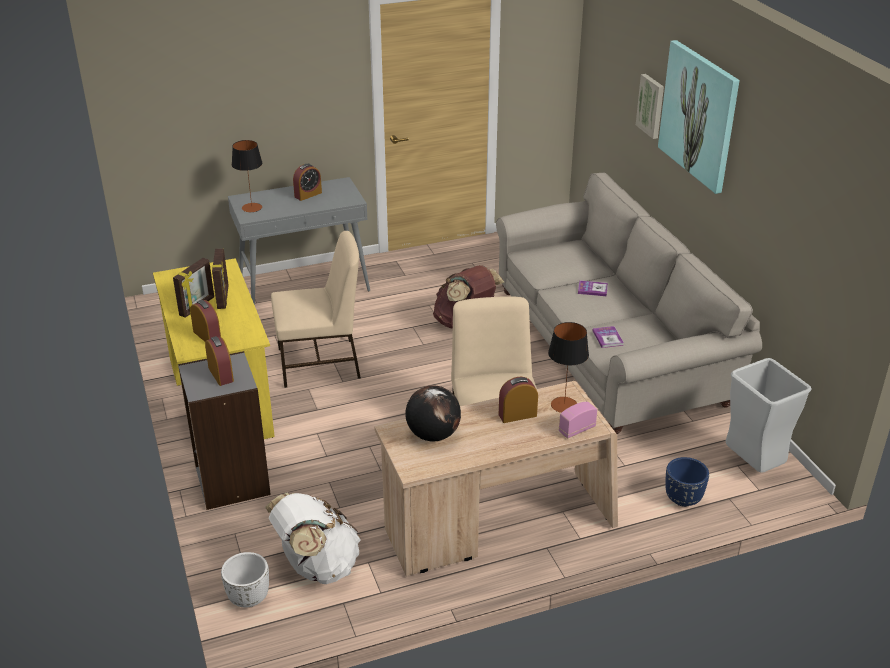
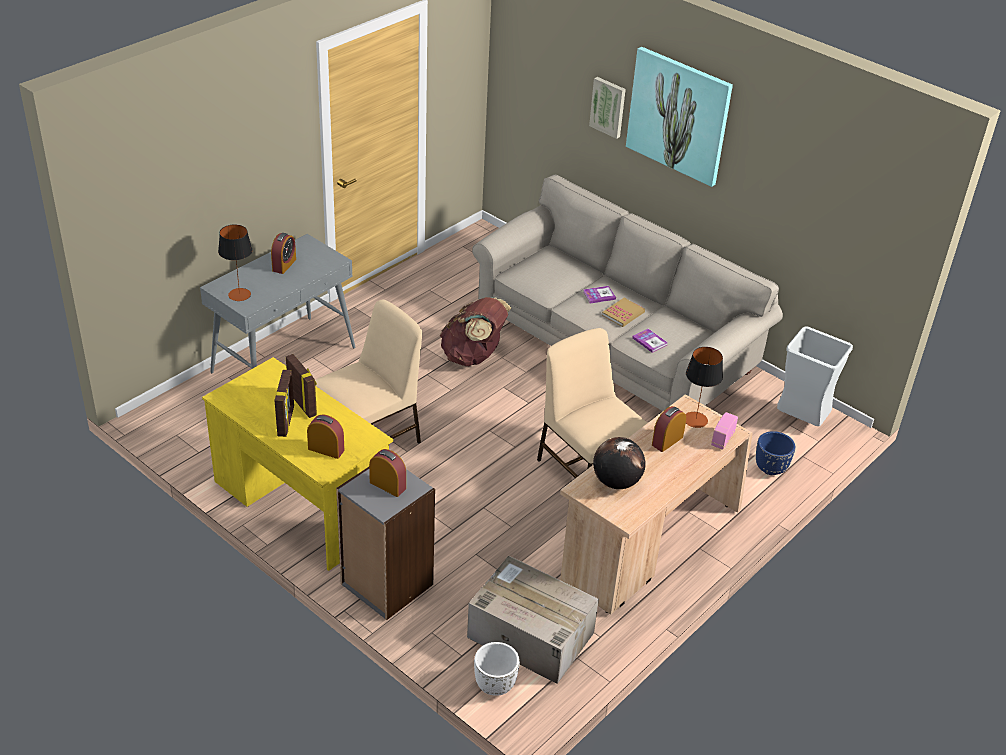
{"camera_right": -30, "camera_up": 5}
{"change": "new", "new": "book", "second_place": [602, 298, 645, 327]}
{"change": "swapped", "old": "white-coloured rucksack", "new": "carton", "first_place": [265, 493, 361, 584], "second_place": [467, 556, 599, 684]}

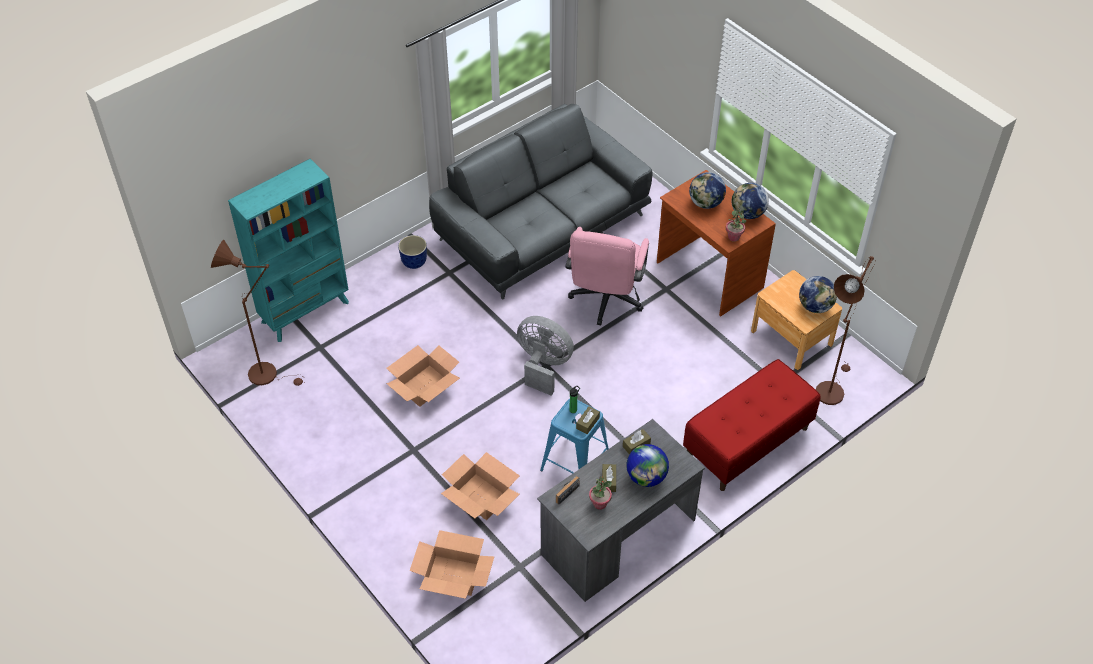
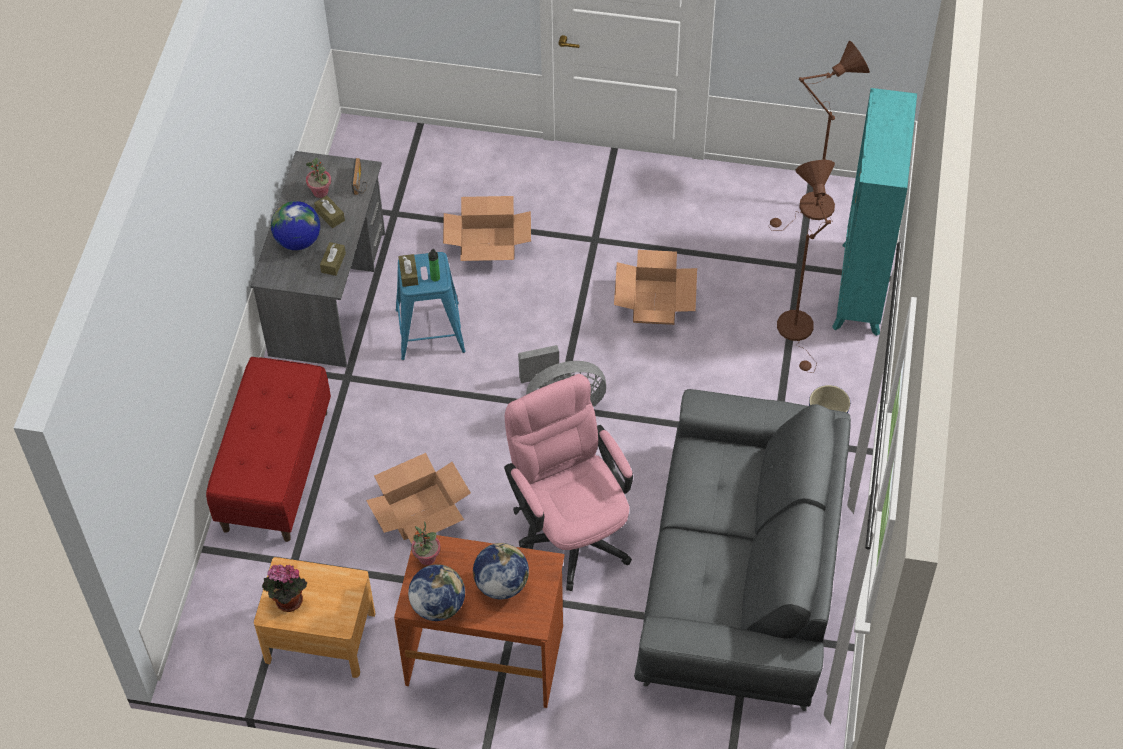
{"camera_right": 140, "camera_up": 5}
{"change": "shifted", "old": "carton", "first_place": [410, 530, 494, 599], "second_place": [366, 453, 471, 543]}
{"change": "shifted", "old": "brown-coloured standard lamp", "first_place": [816, 256, 876, 405], "second_place": [777, 160, 835, 373]}
{"change": "swapped", "old": "world globe", "new": "plant in a pot", "first_place": [799, 276, 837, 313], "second_place": [262, 565, 307, 612]}

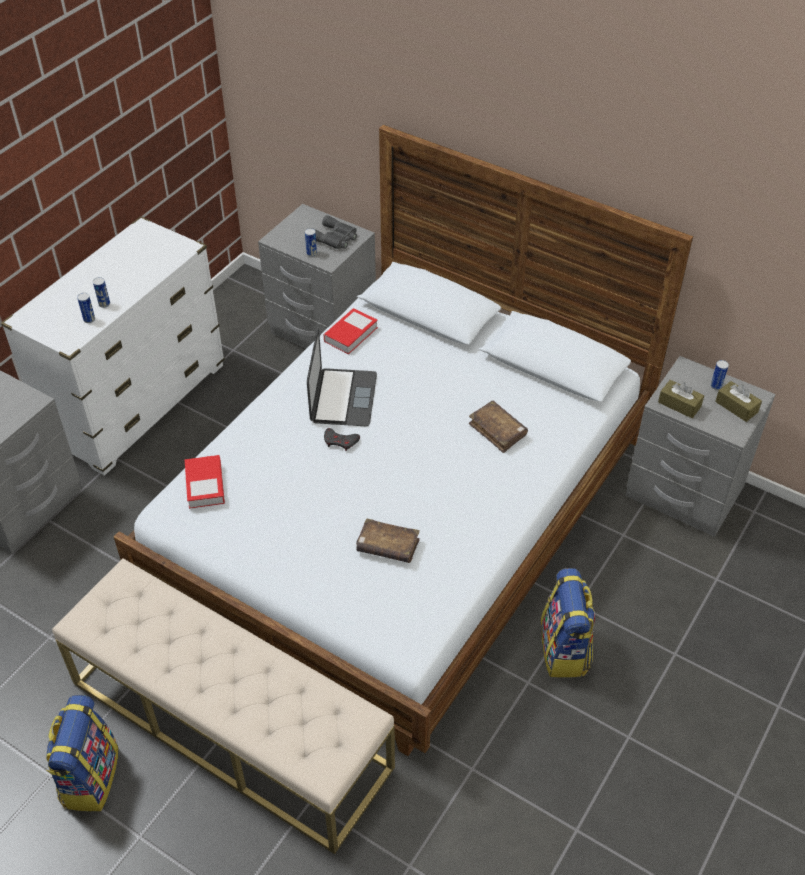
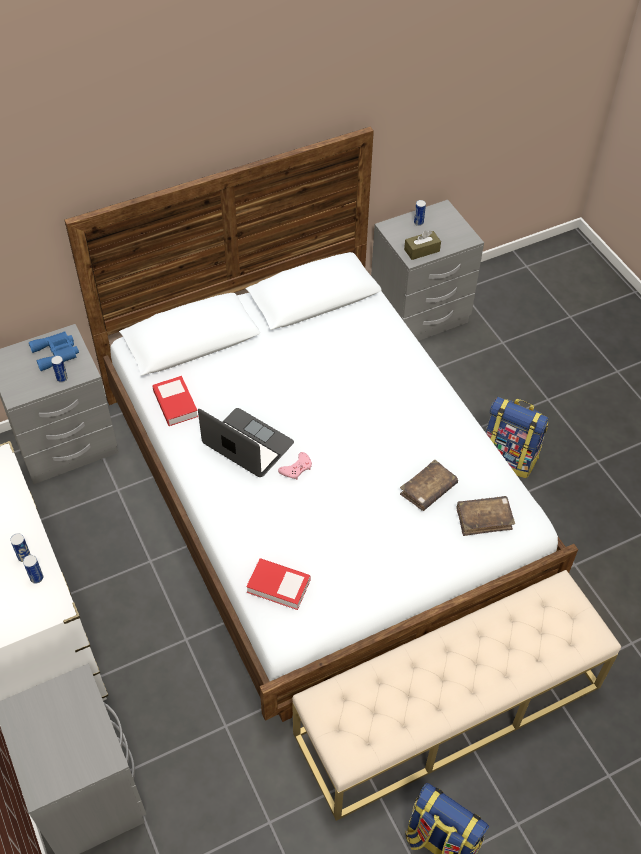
{"camera_right": -60, "camera_up": 5}
{"change": "gone", "old": "brown-coloured box of tissues", "first_place": [715, 381, 762, 422]}
{"change": "shifted", "old": "brown-coloured book", "first_place": [469, 401, 528, 453], "second_place": [456, 496, 515, 536]}
{"change": "repainted", "old": "greyish field glasses", "new": "bluish field glasses", "first_place": [312, 215, 357, 249], "second_place": [29, 331, 79, 371]}
{"change": "repainted", "old": "greyish gamepad", "new": "pink gamepad", "first_place": [324, 428, 360, 451], "second_place": [278, 452, 312, 480]}

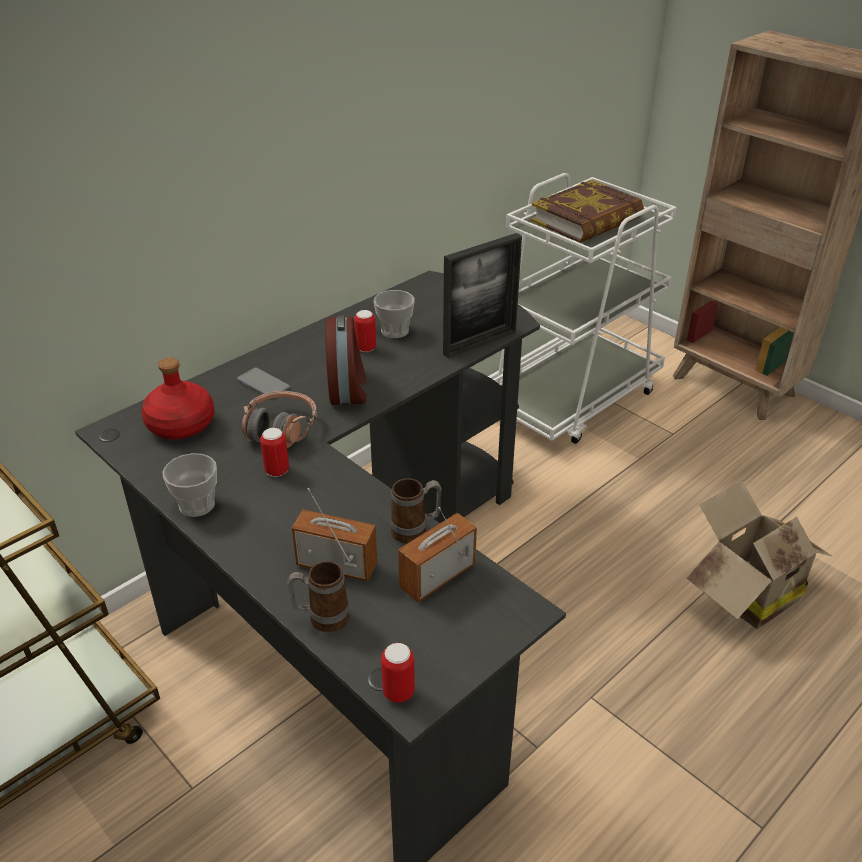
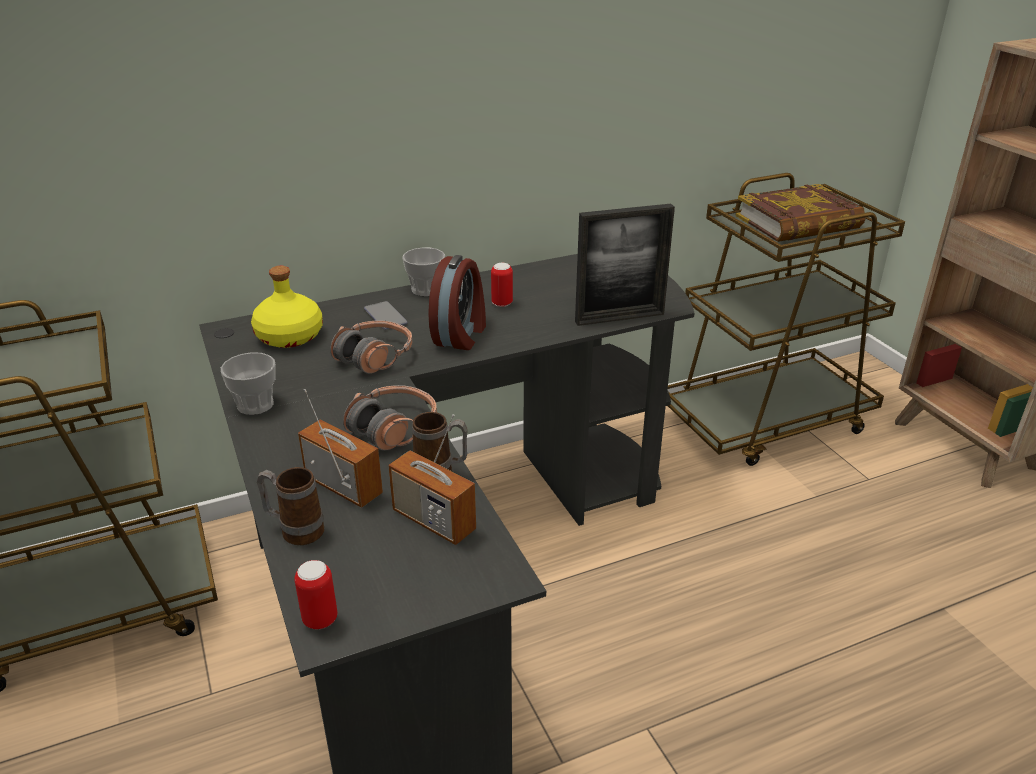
{"camera_right": 20, "camera_up": -5}
{"change": "gone", "old": "can", "first_place": [260, 428, 289, 477]}
{"change": "gone", "old": "carton", "first_place": [687, 480, 832, 629]}
{"change": "new", "new": "headphones", "second_place": [343, 385, 437, 451]}
{"change": "shifted", "old": "drinking cup", "first_place": [374, 290, 415, 338], "second_place": [402, 247, 445, 296]}
{"change": "repainted", "old": "red-coloured bottle", "new": "yellow-coloured bottle", "first_place": [141, 358, 215, 439], "second_place": [251, 266, 323, 348]}
{"change": "repainted", "old": "white-coloured wheeled cart", "new": "brown-coloured wheeled cart", "first_place": [493, 173, 677, 444], "second_place": [668, 173, 905, 466]}
{"change": "rotated", "old": "radio set", "first_place": [398, 507, 477, 602], "second_place": [388, 414, 476, 545], "degrees": -120}

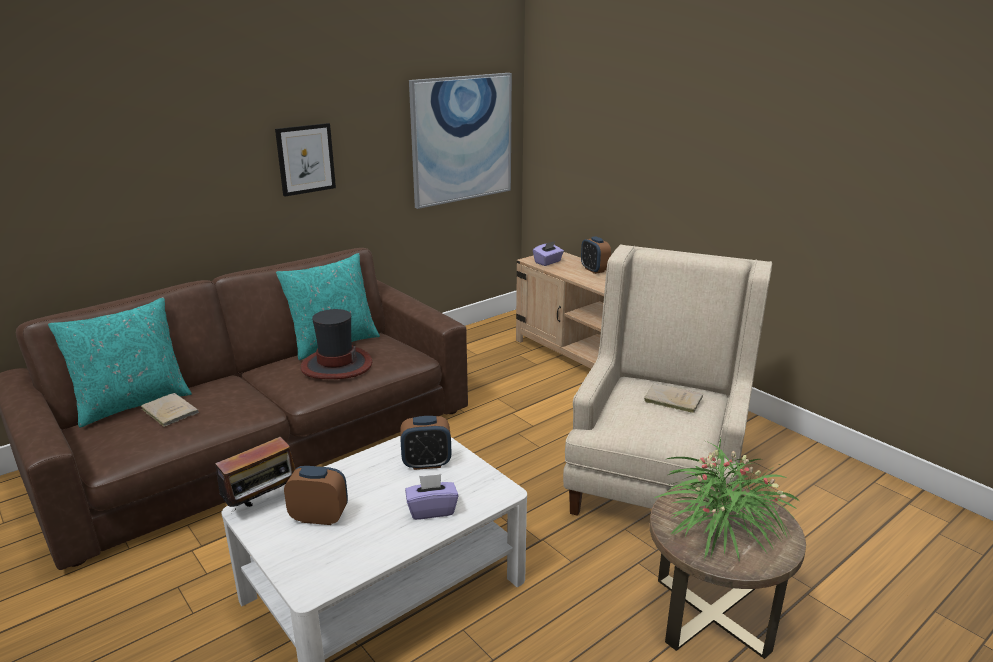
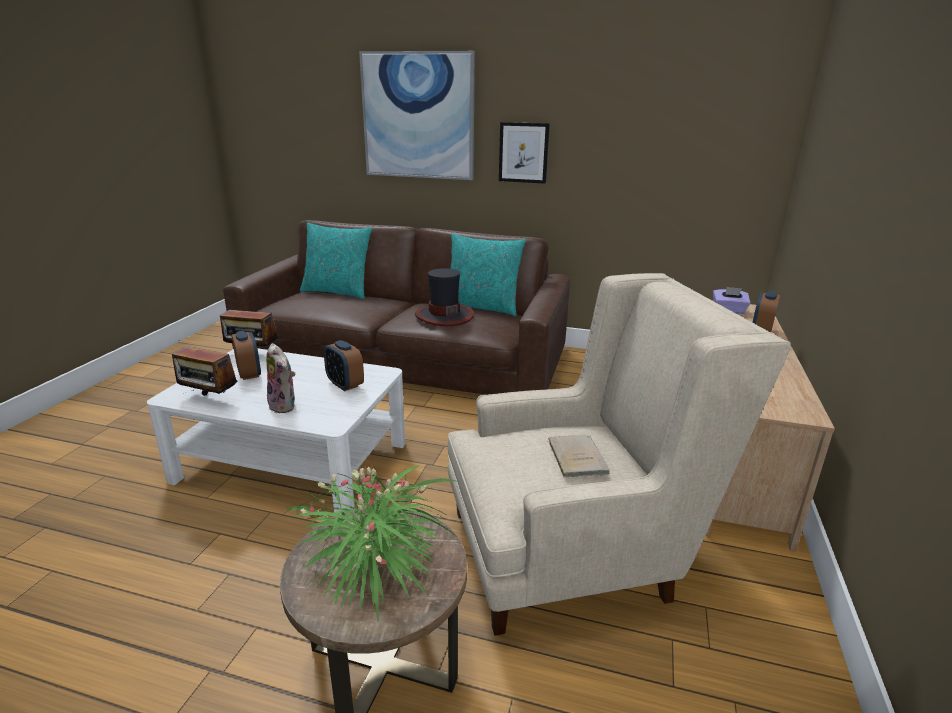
{"camera_right": 55, "camera_up": 0}
{"change": "gone", "old": "beige-coloured book", "first_place": [140, 393, 199, 427]}
{"change": "new", "new": "radio set", "second_place": [172, 340, 237, 396]}
{"change": "shifted", "old": "wall art", "first_place": [409, 73, 512, 209], "second_place": [359, 51, 475, 180]}
{"change": "swapped", "old": "purple box of tissues", "new": "cuddly toy", "first_place": [405, 474, 458, 520], "second_place": [266, 343, 295, 413]}

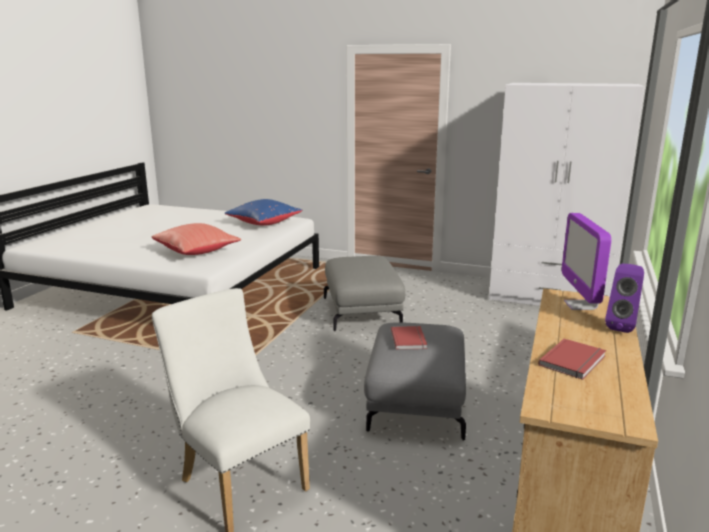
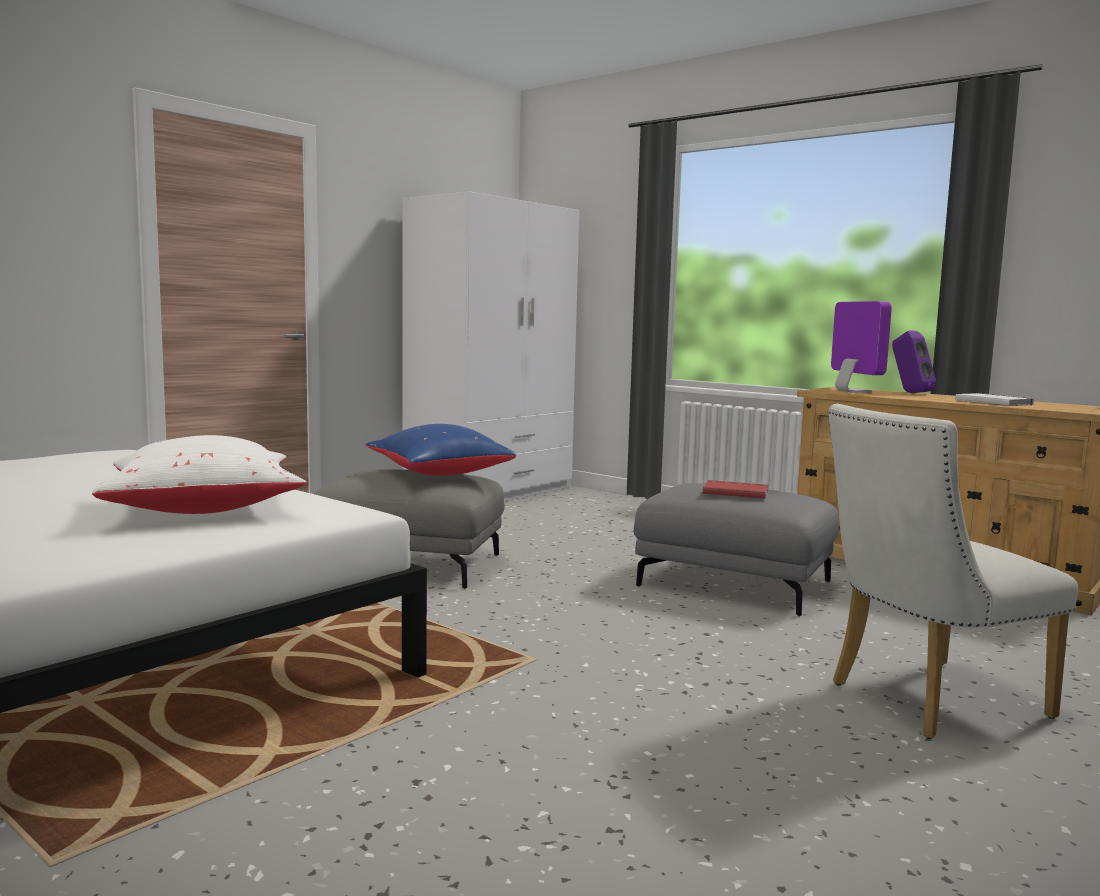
{"camera_right": -70, "camera_up": -10}
{"change": "shifted", "old": "bluish pillow", "first_place": [225, 199, 303, 226], "second_place": [366, 424, 516, 476]}
{"change": "repainted", "old": "red-coloured pillow", "new": "white-coloured pillow", "first_place": [151, 223, 241, 255], "second_place": [92, 435, 306, 514]}
{"change": "repainted", "old": "red-coloured book", "new": "white-coloured book", "first_place": [538, 338, 606, 380], "second_place": [955, 393, 1035, 406]}
{"change": "rotated", "old": "computer screen", "first_place": [562, 213, 611, 310], "second_place": [831, 301, 892, 393], "degrees": -120}

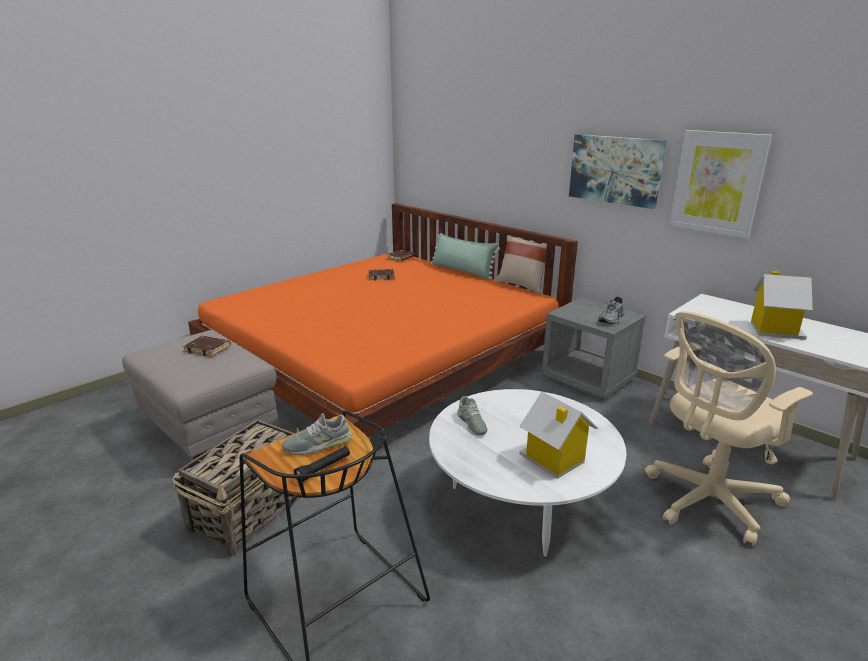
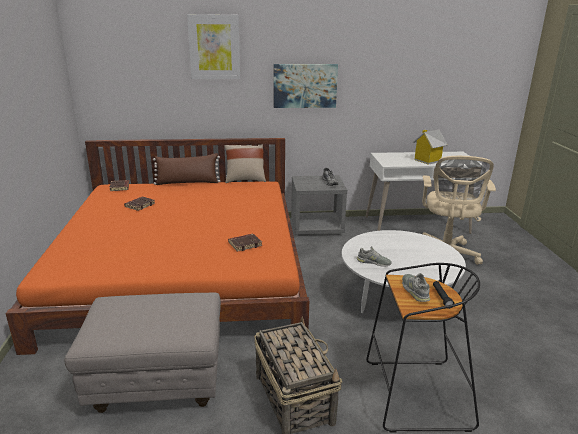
{"camera_right": -50, "camera_up": 0}
{"change": "gone", "old": "miniature house", "first_place": [519, 392, 597, 479]}
{"change": "shifted", "old": "brown-coloured book", "first_place": [183, 336, 231, 357], "second_place": [228, 233, 262, 252]}
{"change": "shifted", "old": "wall art", "first_place": [669, 130, 772, 239], "second_place": [187, 14, 240, 79]}
{"change": "repainted", "old": "greenish pillow", "new": "brown-coloured pillow", "first_place": [431, 233, 500, 280], "second_place": [153, 153, 220, 185]}
{"change": "rotated", "old": "greyish low shoe", "first_place": [282, 413, 352, 455], "second_place": [402, 273, 430, 302], "degrees": 150}

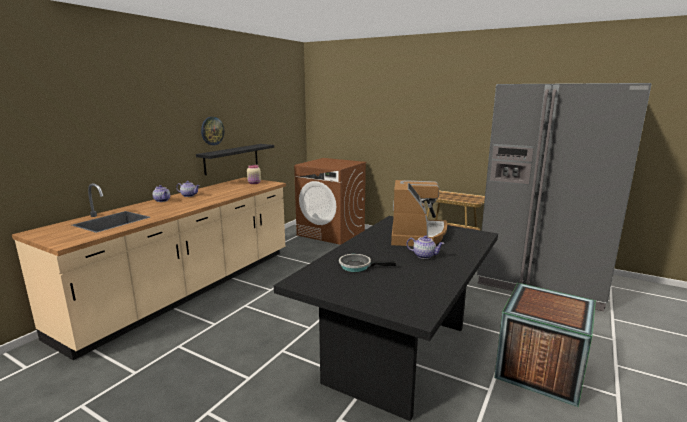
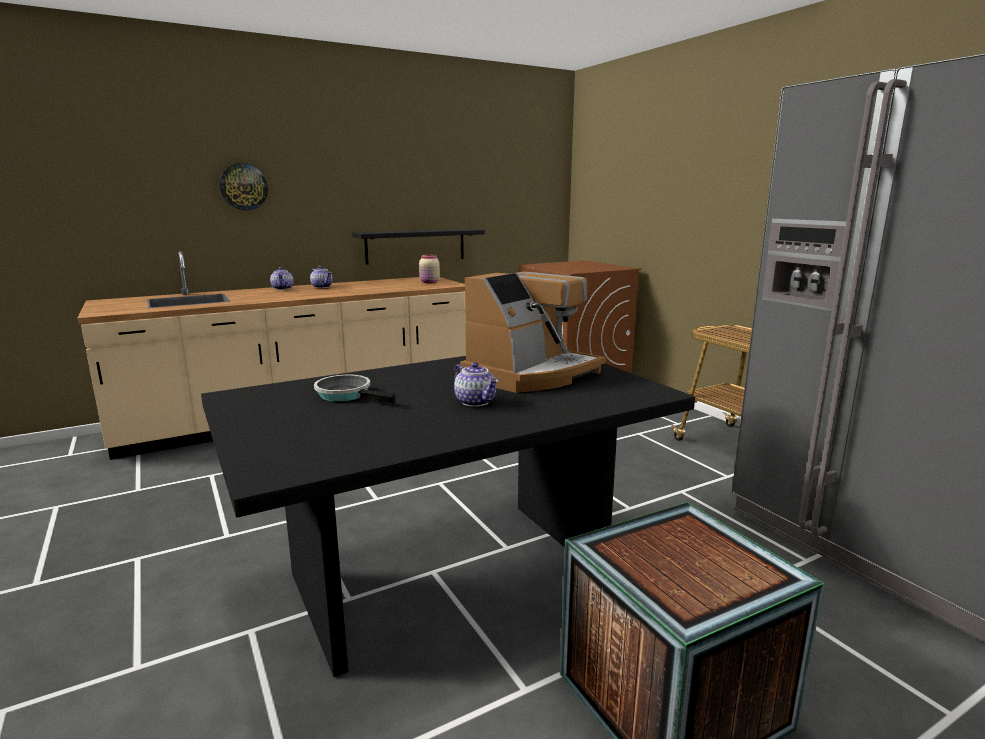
{"camera_right": 30, "camera_up": 0}
{"change": "shifted", "old": "hanging clock", "first_place": [201, 117, 224, 145], "second_place": [219, 163, 268, 210]}

